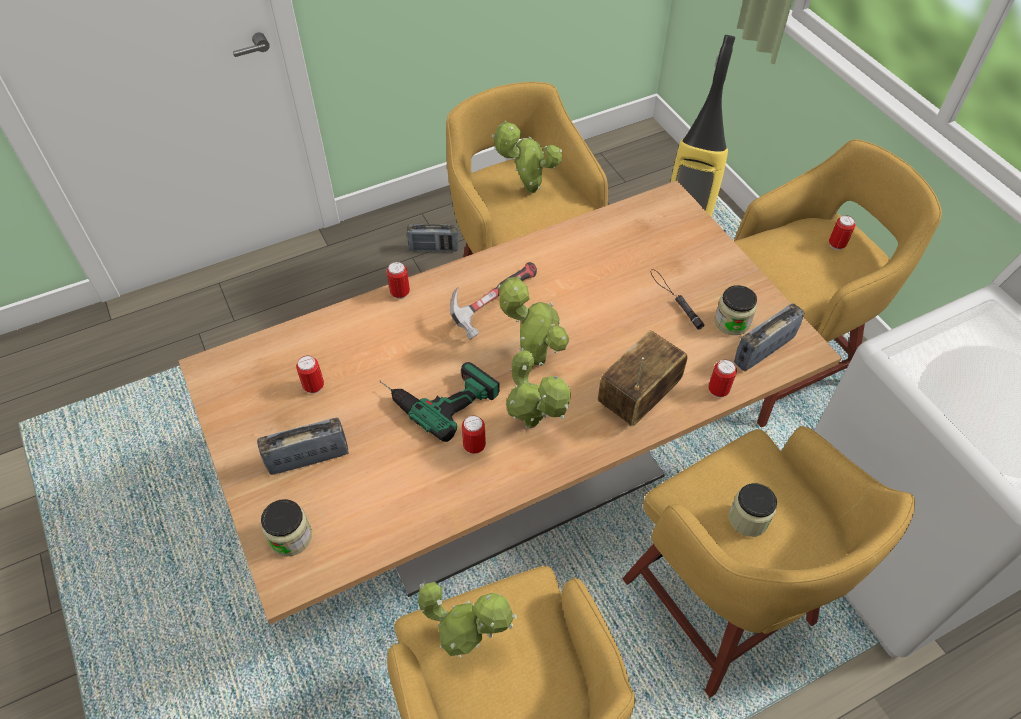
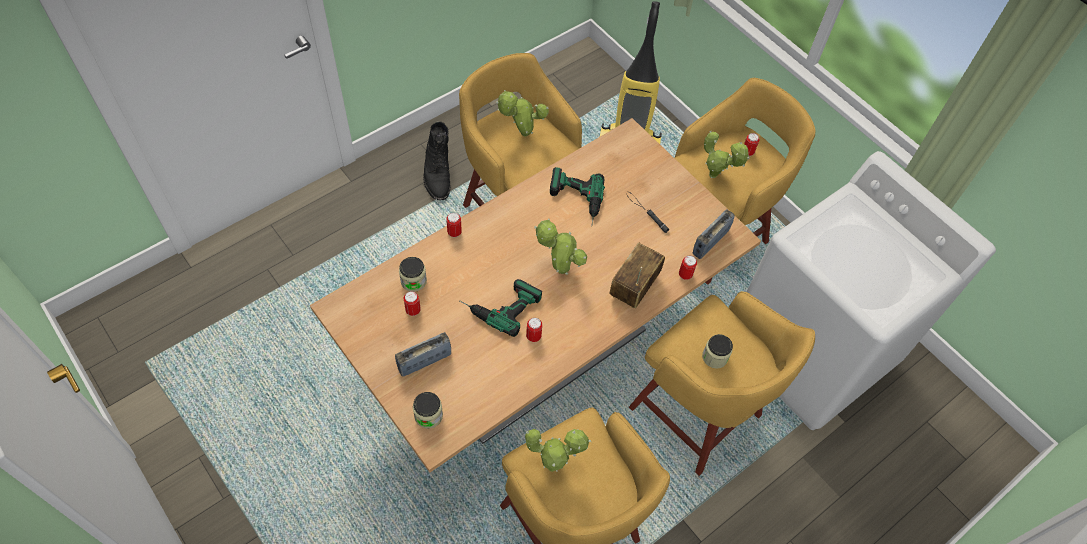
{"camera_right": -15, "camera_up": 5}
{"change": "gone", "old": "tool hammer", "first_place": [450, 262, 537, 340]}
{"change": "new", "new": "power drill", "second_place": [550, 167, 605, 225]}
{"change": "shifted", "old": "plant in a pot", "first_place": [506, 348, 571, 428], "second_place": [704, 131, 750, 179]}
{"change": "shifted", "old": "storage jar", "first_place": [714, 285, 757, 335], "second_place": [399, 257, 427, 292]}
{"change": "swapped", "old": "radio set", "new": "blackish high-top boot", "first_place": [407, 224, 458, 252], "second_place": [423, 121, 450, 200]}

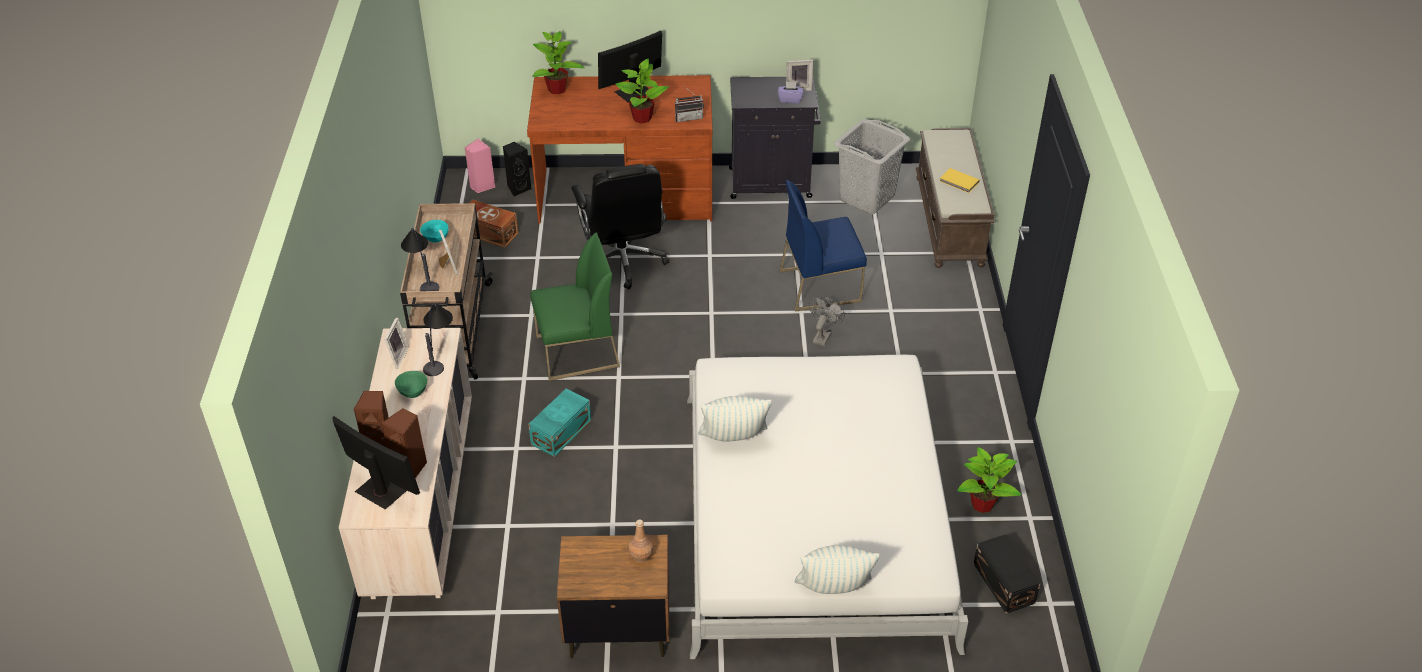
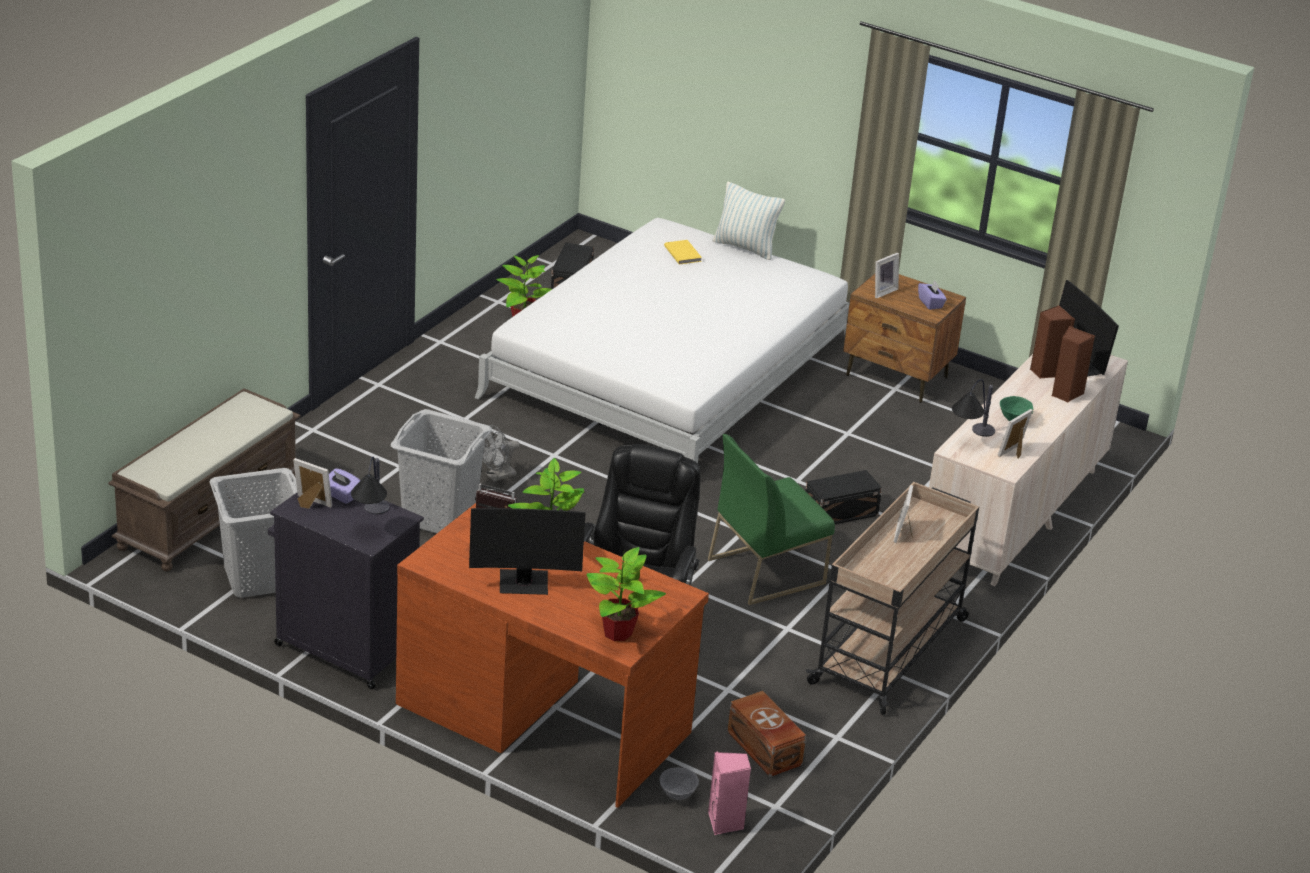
{"camera_right": -150, "camera_up": -10}
{"change": "gone", "old": "blue-green serving bowl", "first_place": [420, 220, 448, 242]}
{"change": "gone", "old": "pillow", "first_place": [698, 396, 772, 441]}
{"change": "new", "new": "purple box of tissues", "second_place": [918, 280, 947, 310]}
{"change": "shifted", "old": "lamp for a table", "first_place": [401, 228, 439, 291], "second_place": [351, 457, 389, 514]}
{"change": "shifted", "old": "yellow-coloured book", "first_place": [940, 168, 980, 193], "second_place": [664, 240, 702, 265]}
{"change": "swapped", "old": "blackish audio speaker", "new": "greyish serving bowl", "first_place": [503, 142, 531, 197], "second_place": [659, 767, 699, 800]}
{"change": "swapped", "old": "brown-coloured bottle", "new": "photo frame", "first_place": [628, 519, 653, 563], "second_place": [875, 252, 899, 299]}
{"change": "swapped", "old": "bluish chair", "new": "greyish laundry basket", "first_place": [780, 180, 867, 312], "second_place": [391, 409, 492, 533]}
{"change": "repainted", "old": "blue-green storage bin", "new": "blackish storage bin", "first_place": [528, 389, 591, 457], "second_place": [805, 470, 882, 524]}
{"change": "rotated", "old": "greenish chair", "first_place": [531, 232, 620, 381], "second_place": [708, 434, 835, 605], "degrees": -45}

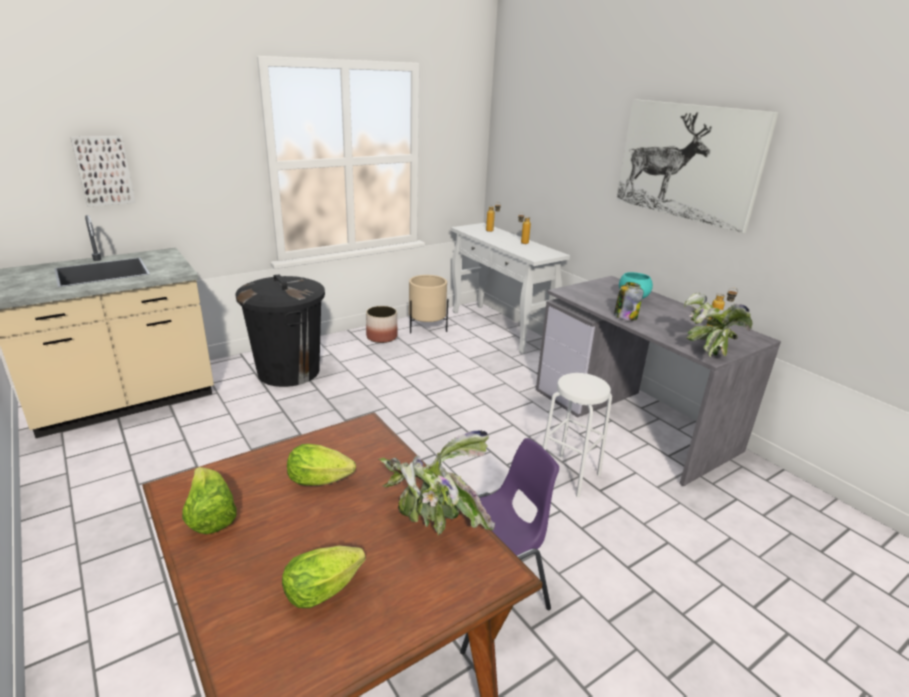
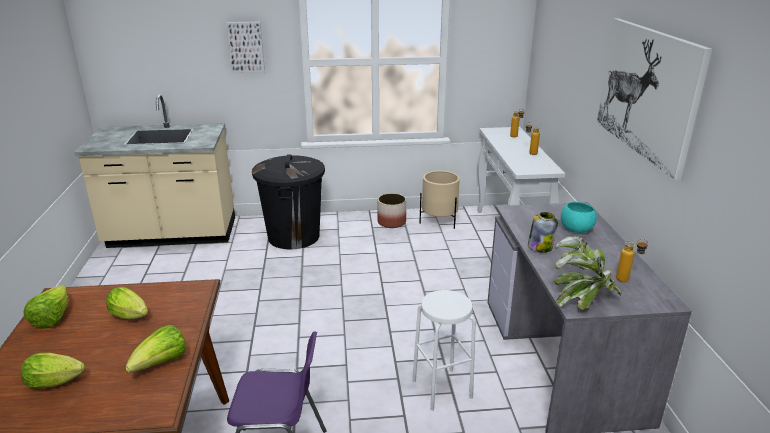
{"camera_right": 30, "camera_up": 0}
{"change": "shifted", "old": "wall art", "first_place": [70, 136, 136, 207], "second_place": [227, 22, 265, 73]}
{"change": "swapped", "old": "plant in a pot", "new": "lettuce", "first_place": [379, 430, 495, 535], "second_place": [125, 325, 186, 373]}

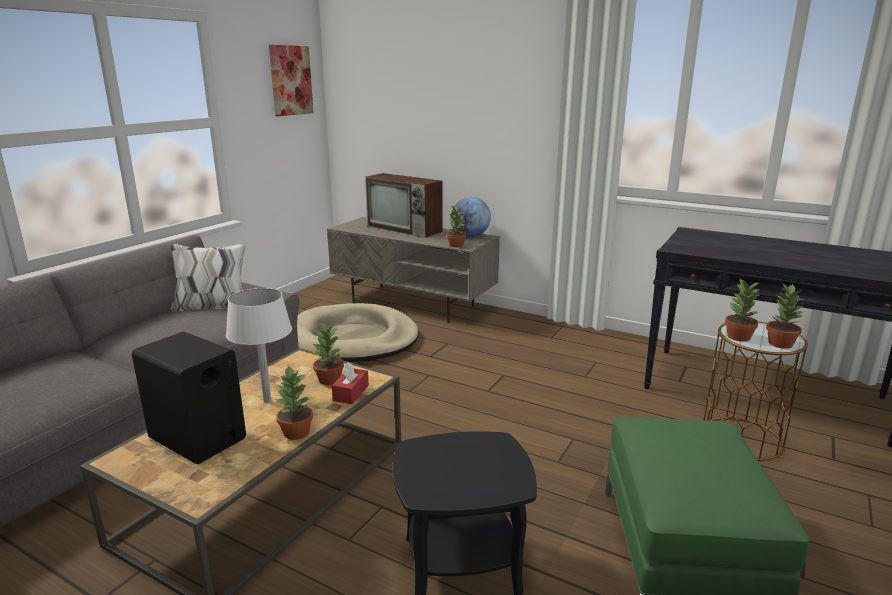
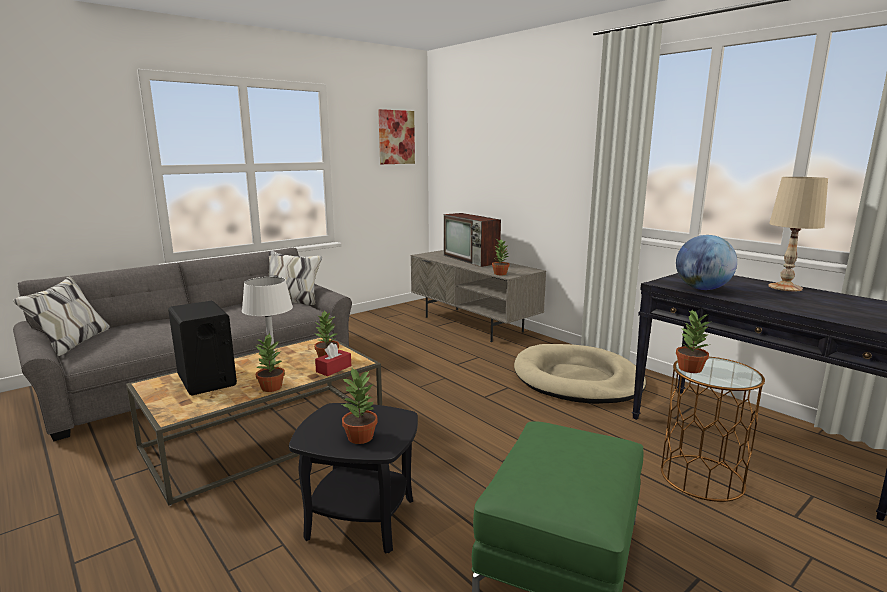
{"camera_right": 20, "camera_up": -5}
{"change": "new", "new": "beige-coloured lamp for a table", "second_place": [768, 177, 828, 291]}
{"change": "shifted", "old": "beige-coloured dog bed", "first_place": [297, 303, 419, 362], "second_place": [514, 344, 646, 404]}
{"change": "shifted", "old": "world globe", "first_place": [451, 197, 491, 237], "second_place": [676, 235, 737, 290]}
{"change": "shifted", "old": "plant in a pot", "first_place": [766, 283, 804, 349], "second_place": [342, 368, 378, 444]}

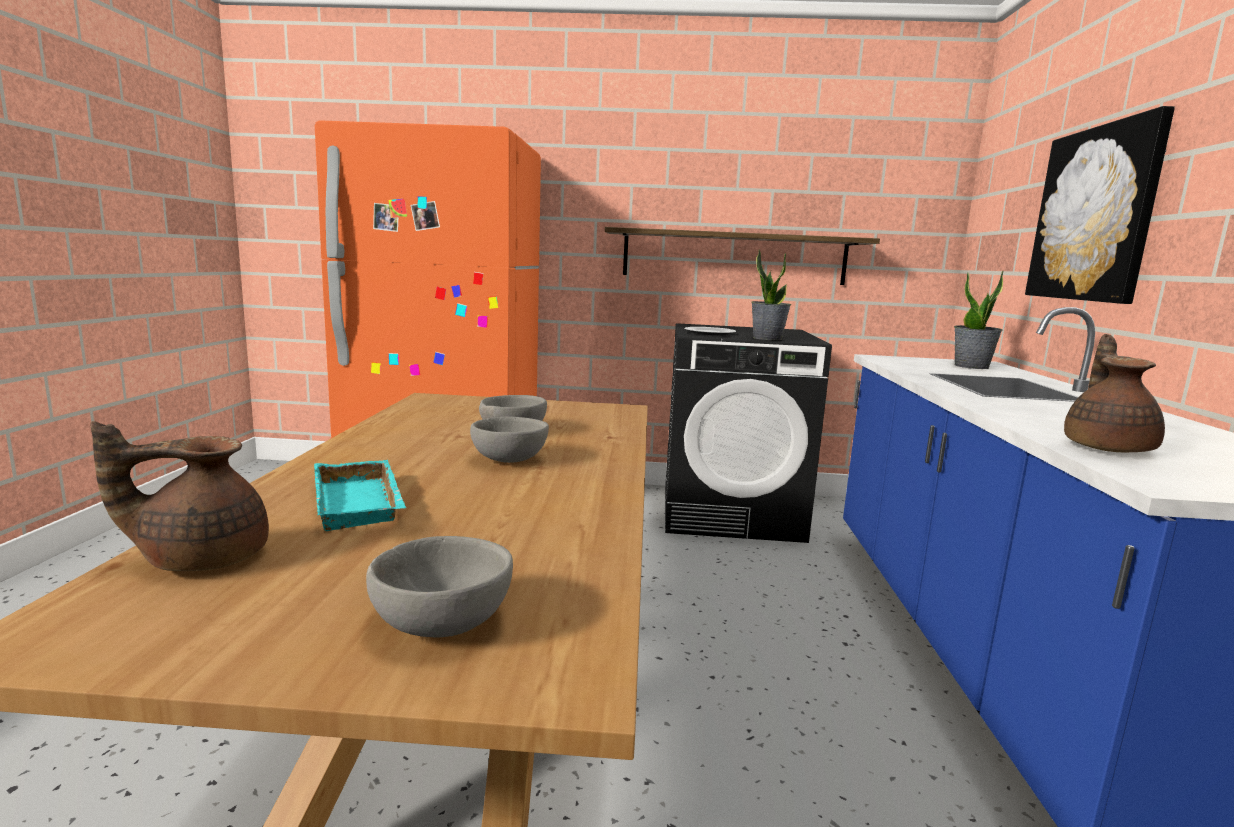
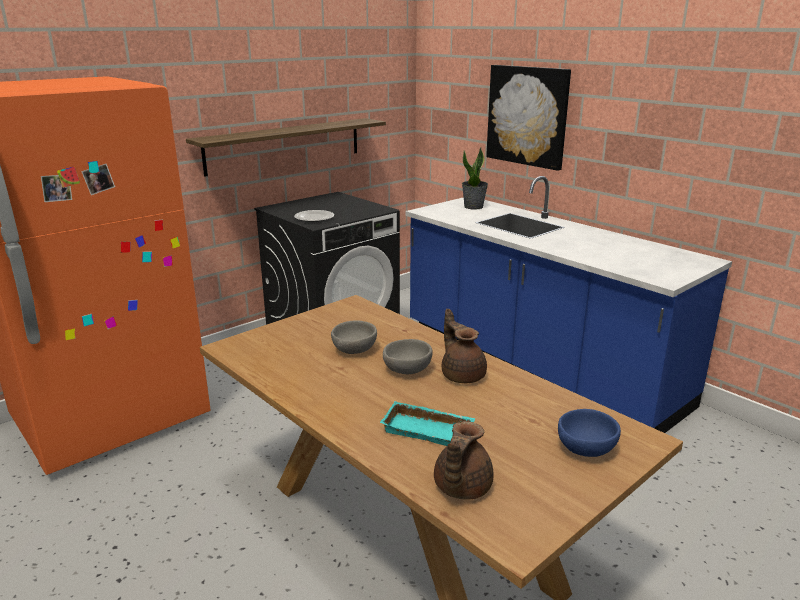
{"camera_right": -45, "camera_up": 10}
{"change": "gone", "old": "plant in a pot", "first_place": [751, 250, 791, 340]}
{"change": "shifted", "old": "brown-coloured tea pot", "first_place": [1064, 334, 1165, 452], "second_place": [442, 309, 487, 383]}
{"change": "repainted", "old": "greyish serving bowl", "new": "bluish serving bowl", "first_place": [366, 536, 513, 637], "second_place": [558, 409, 621, 457]}

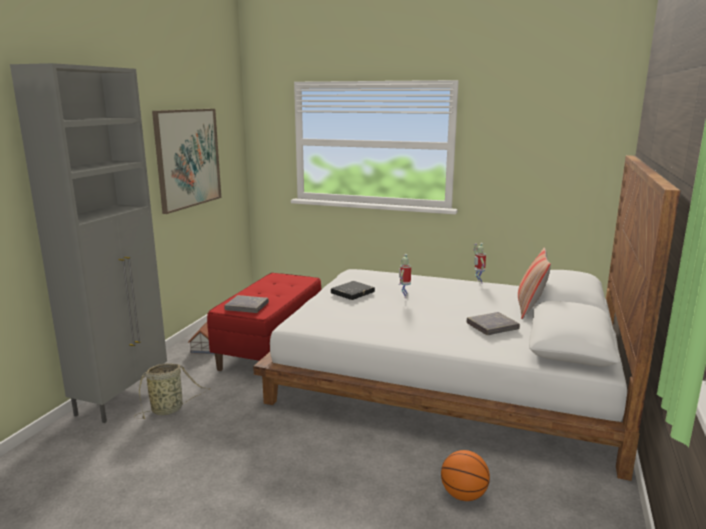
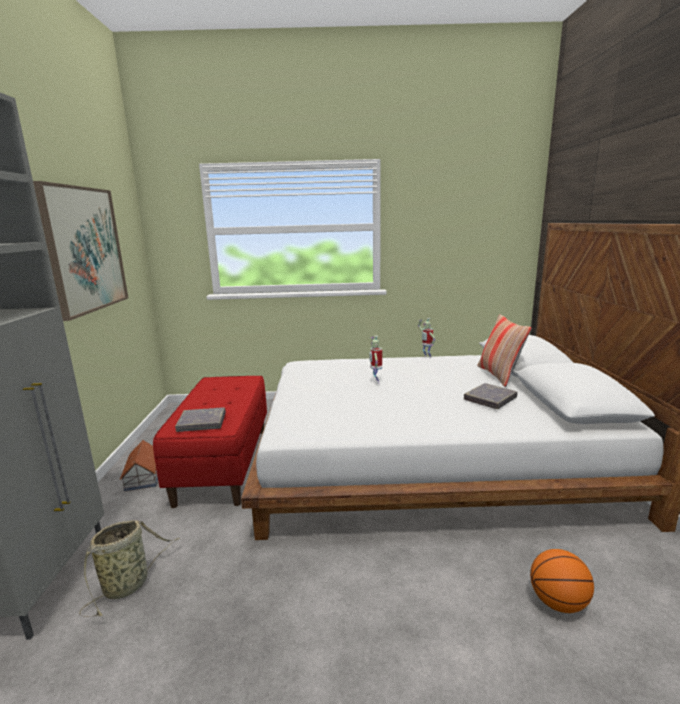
{"camera_right": -20, "camera_up": 0}
{"change": "gone", "old": "blackish book", "first_place": [331, 281, 375, 300]}

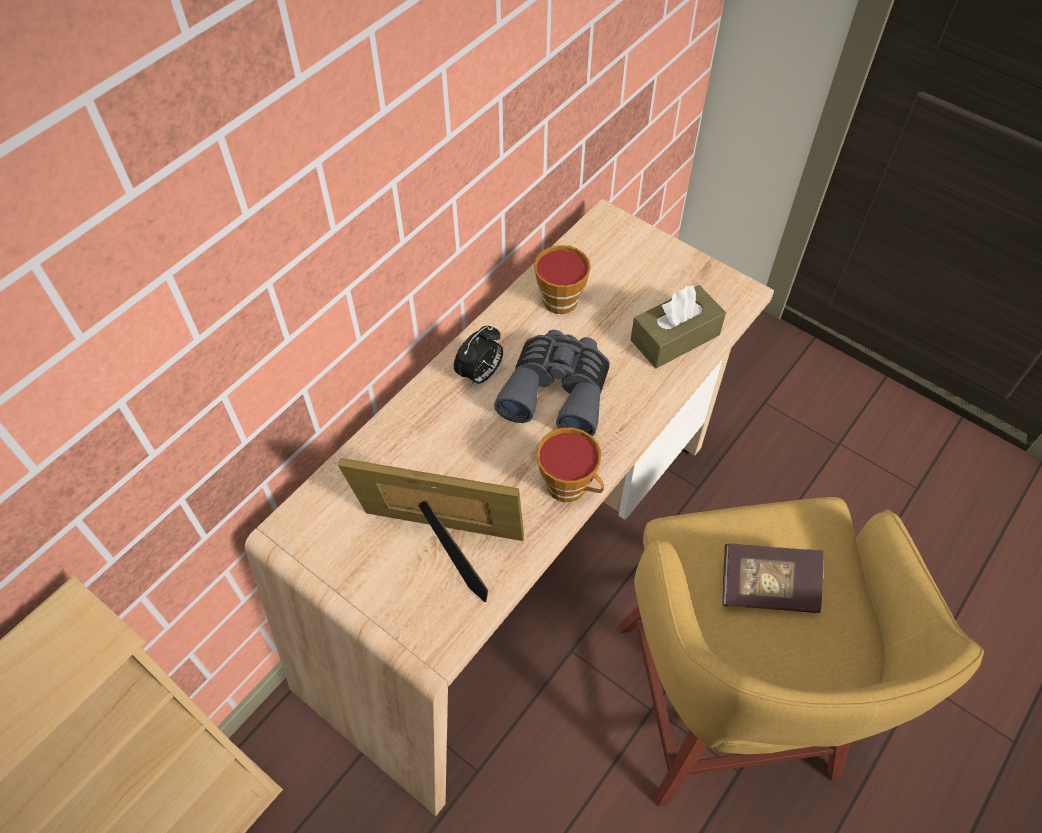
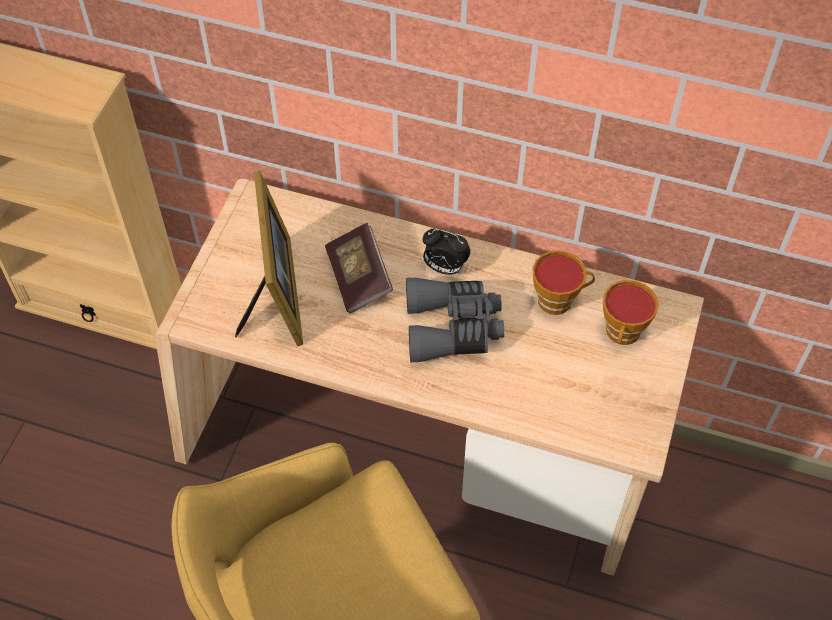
{"camera_right": 70, "camera_up": 0}
{"change": "gone", "old": "brown-coloured box of tissues", "first_place": [631, 285, 726, 368]}
{"change": "shifted", "old": "drinking cup", "first_place": [536, 427, 604, 502], "second_place": [603, 280, 659, 345]}
{"change": "shifted", "old": "book", "first_place": [722, 544, 824, 613], "second_place": [325, 223, 393, 314]}

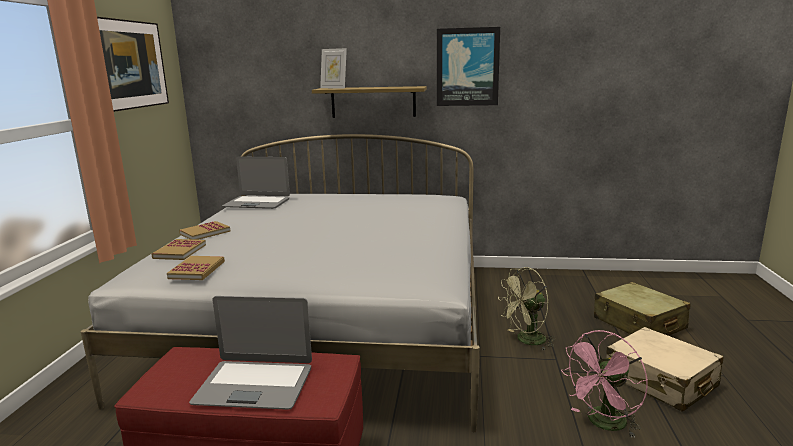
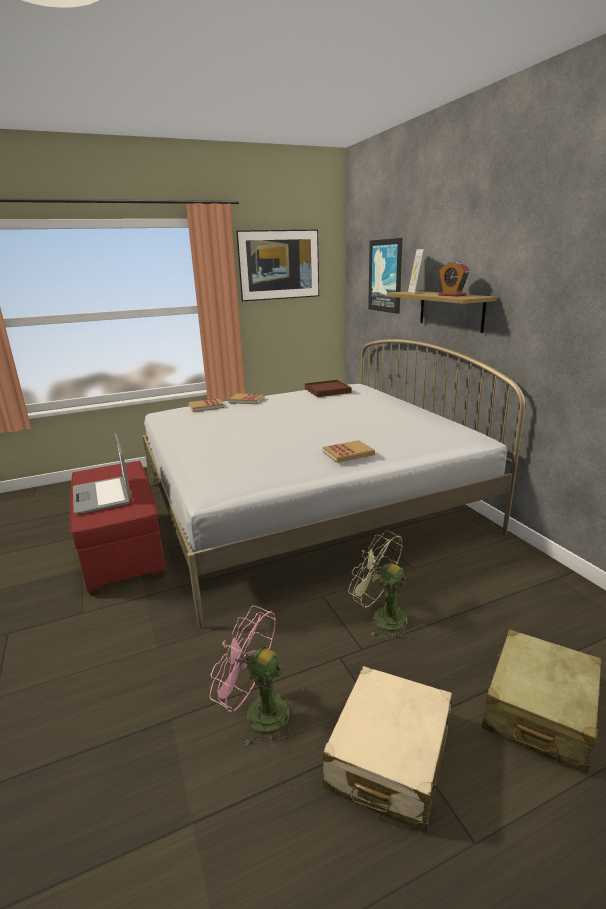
{"camera_right": 60, "camera_up": 5}
{"change": "new", "new": "table clock", "second_place": [438, 261, 470, 296]}
{"change": "shifted", "old": "book", "first_place": [167, 256, 225, 280], "second_place": [323, 440, 375, 463]}
{"change": "shifted", "old": "wall art", "first_place": [437, 27, 500, 106], "second_place": [368, 238, 403, 314]}
{"change": "swapped", "old": "laptop", "new": "brown-coloured tray", "first_place": [222, 156, 290, 209], "second_place": [305, 380, 352, 397]}

